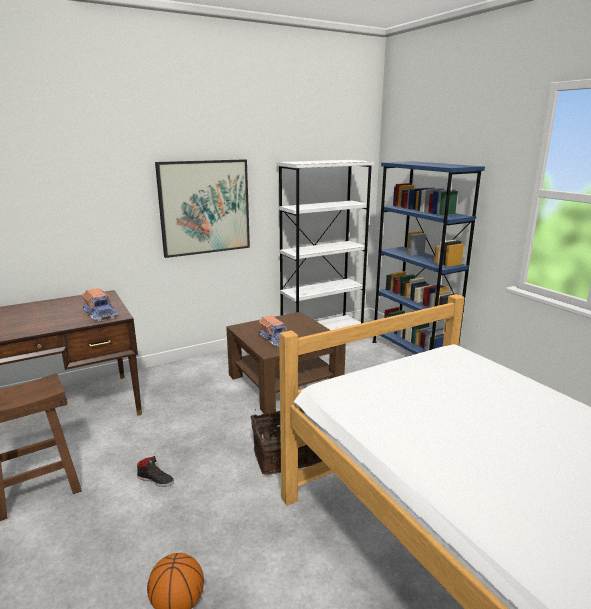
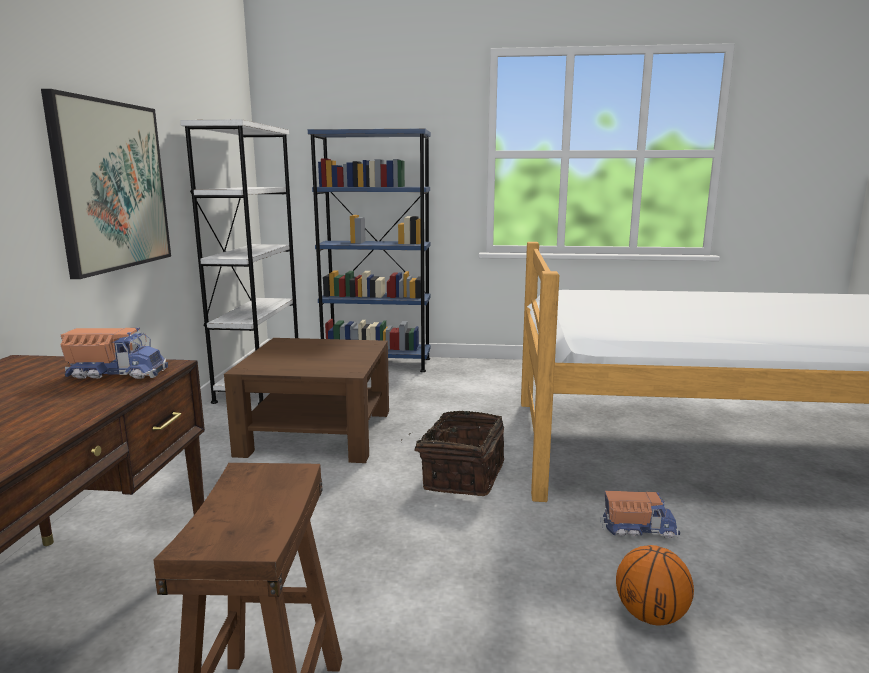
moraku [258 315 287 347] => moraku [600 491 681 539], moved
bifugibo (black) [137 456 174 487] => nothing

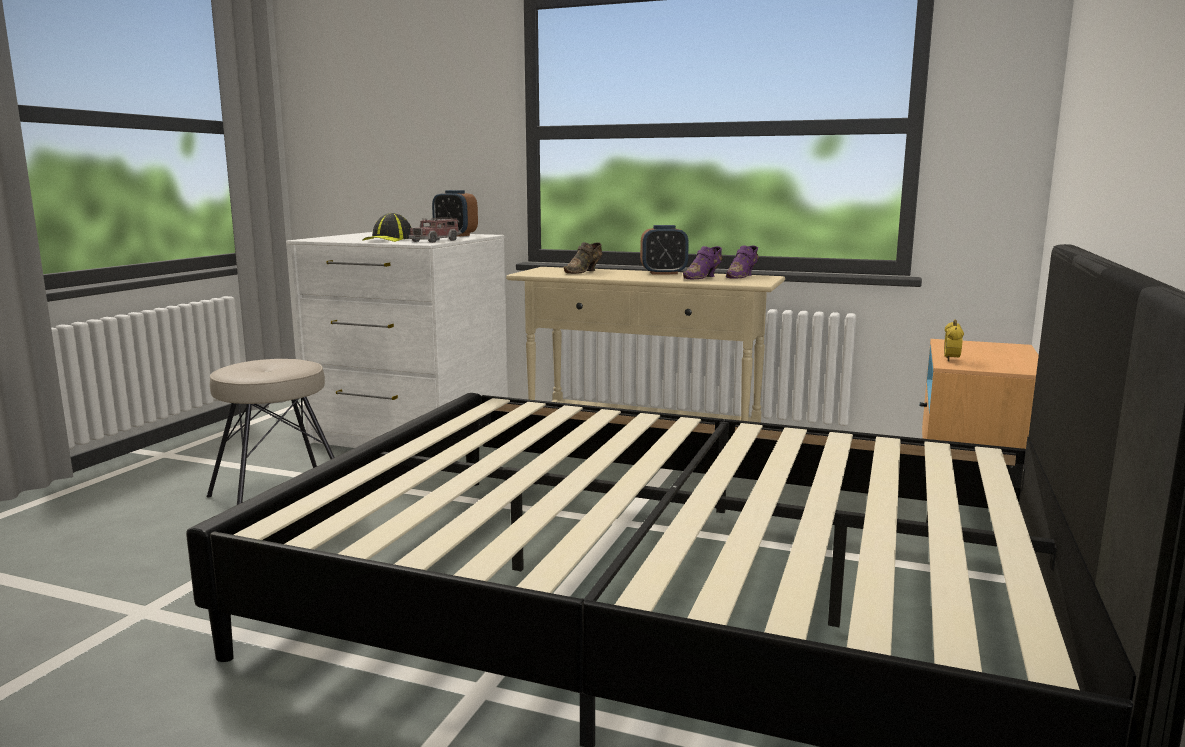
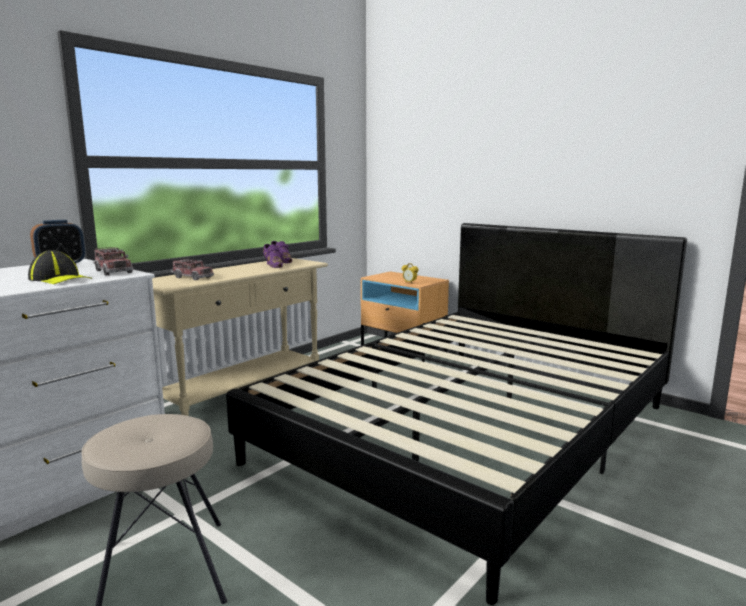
bifugibo (brown) [564 242 602 274] => moraku [171 258 214 280]
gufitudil [640 225 689 274] => nothing

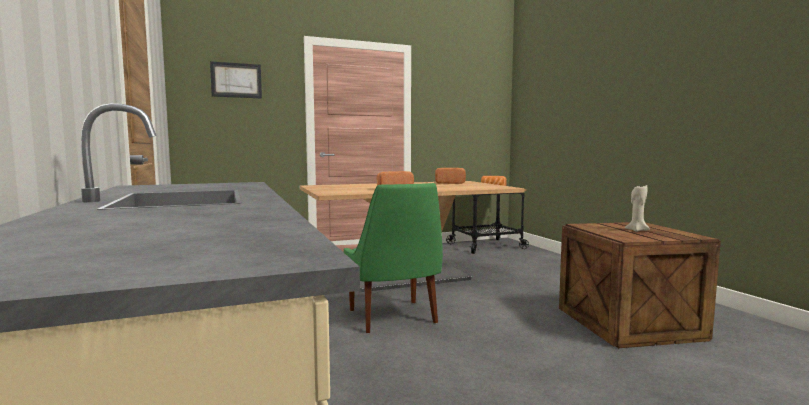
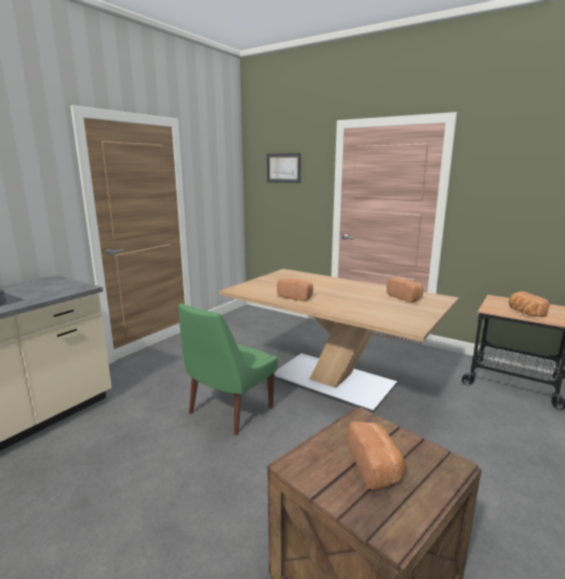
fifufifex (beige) [625 185 650 232] => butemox [347 422 405 490]

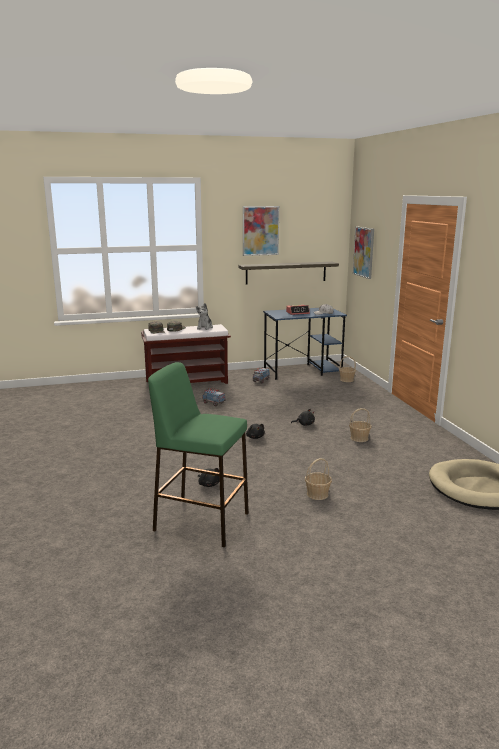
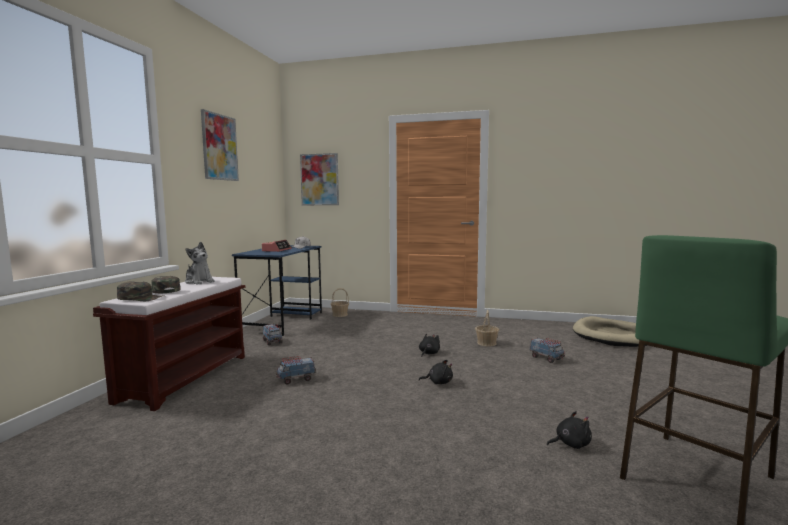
nothing => moraku [530 337 565 363]
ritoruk [239 262 339 284] => nothing
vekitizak [305 458 332 500] => nothing

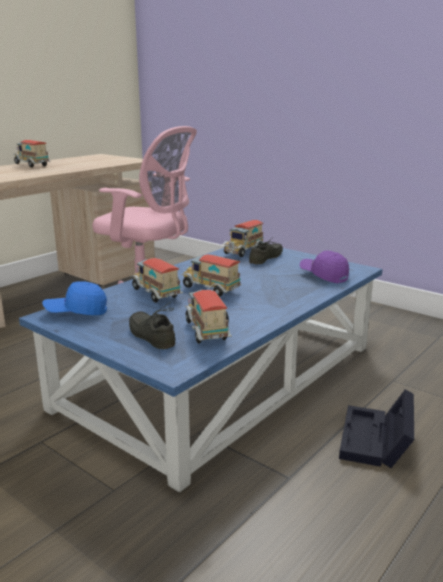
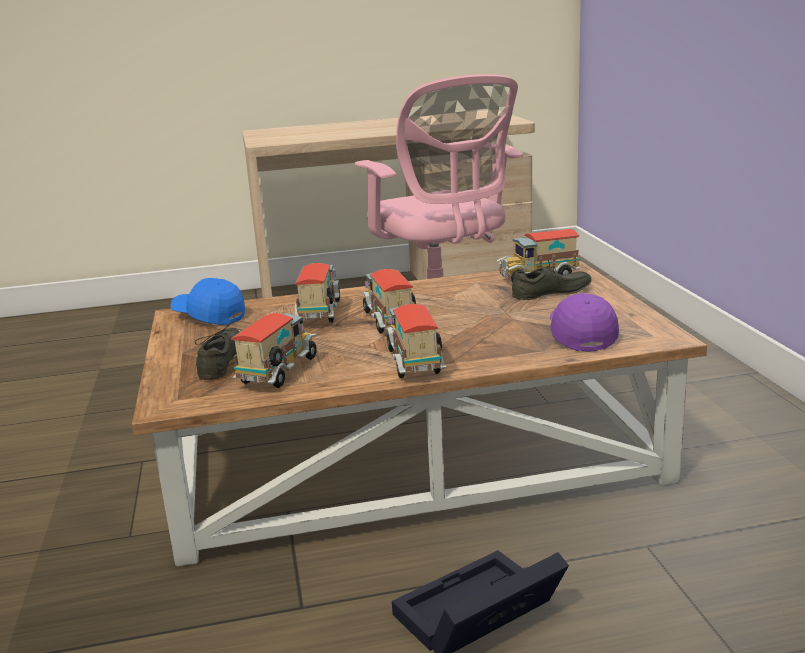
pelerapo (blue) [19 247 382 492] => pelerapo (brown) [132 261 707 567]
moraku [13 140 50 168] => moraku [385 304 446 379], moved

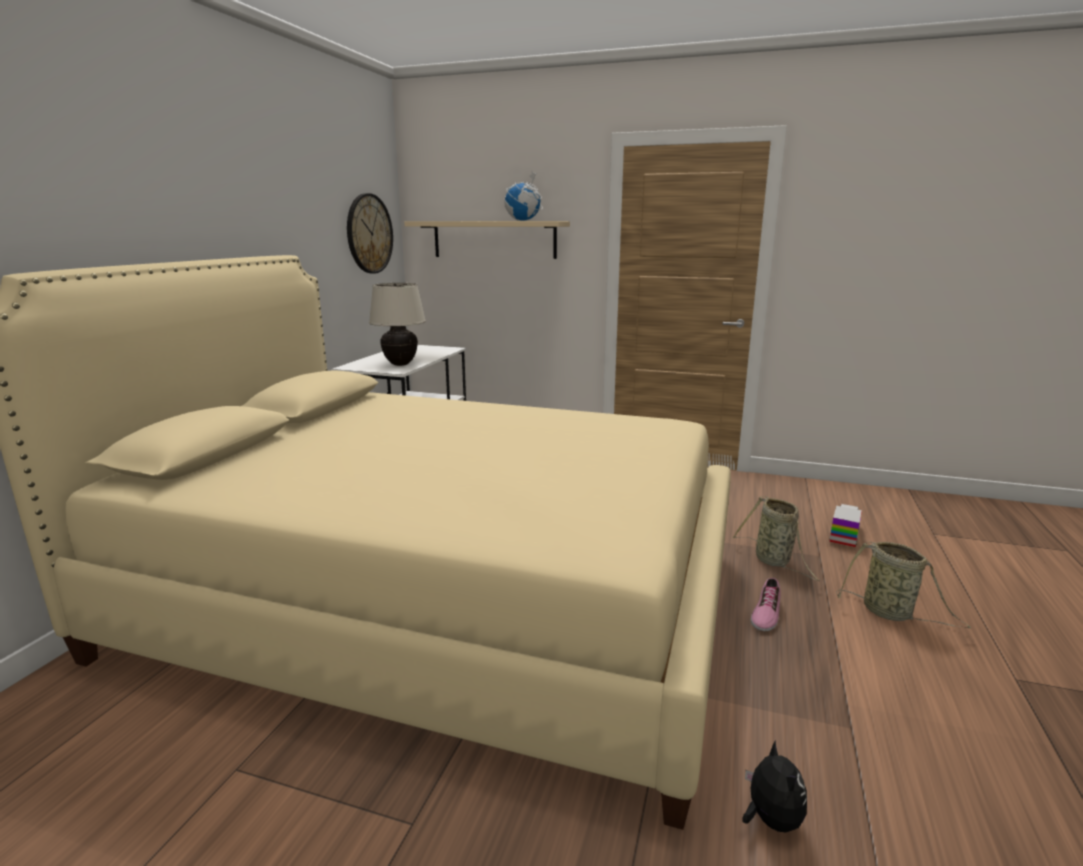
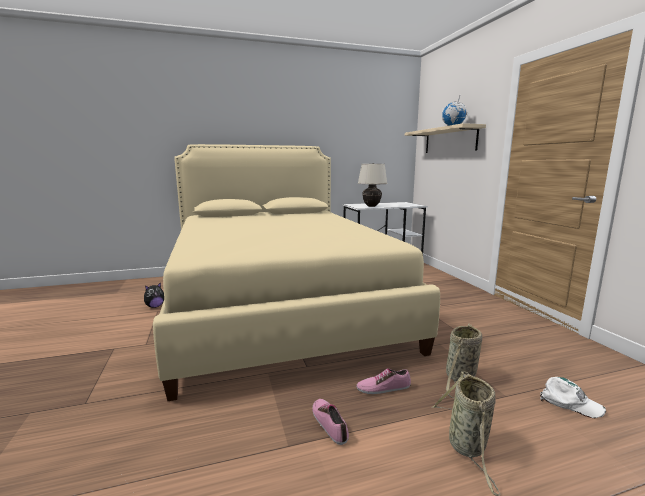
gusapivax [743 740 807 832] => gusapivax [144 282 164 308], moved
nothing => bifugibo [312 399 349 445]
moraku [829 504 862 547] => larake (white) [540 377 606 418]
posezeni [347 193 393 273] => nothing

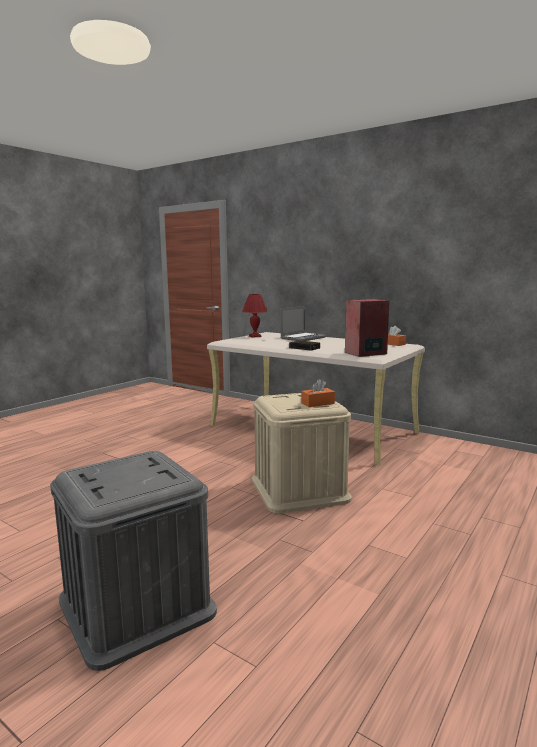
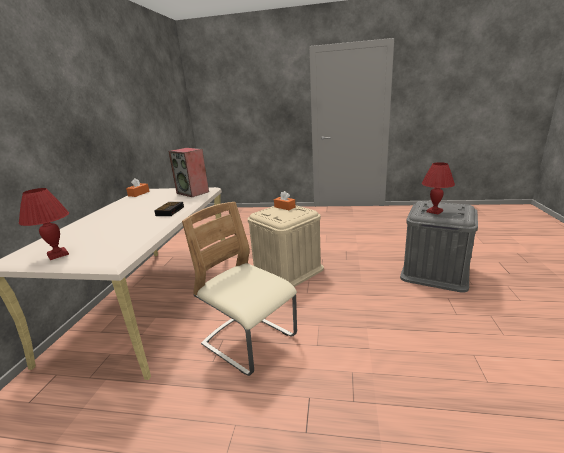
nothing => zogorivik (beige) [182 202 297 376]
nothing => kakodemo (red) [422 162 455 214]
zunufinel [280 306 326 341] => nothing

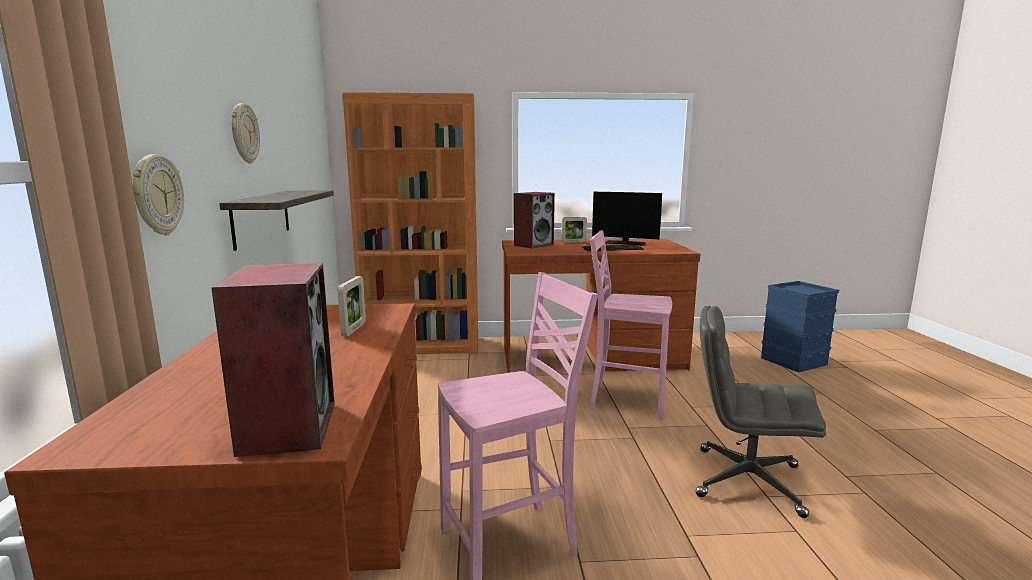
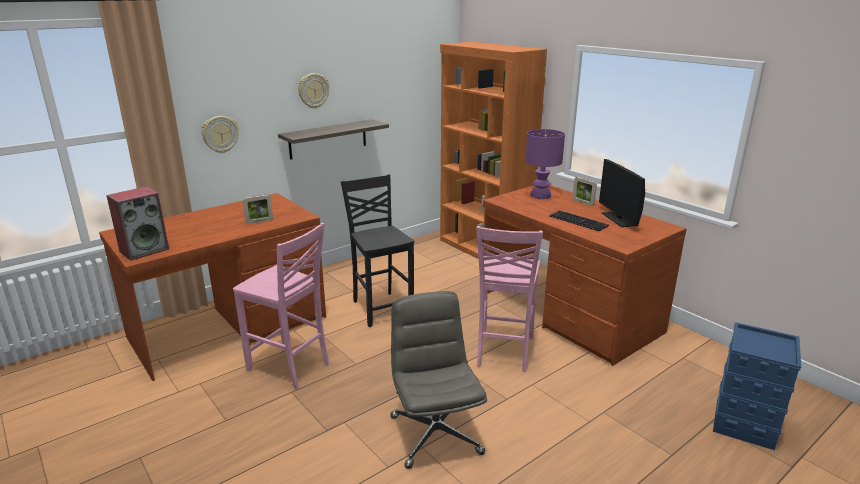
nothing => zogorivik (black) [341 174 415 327]
zogorivik (pink) [589 230 672 419] => zogorivik (pink) [476 226 543 372], 150 degrees counterclockwise
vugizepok [514 192 555 248] => kakodemo (purple) [525 129 565 199]

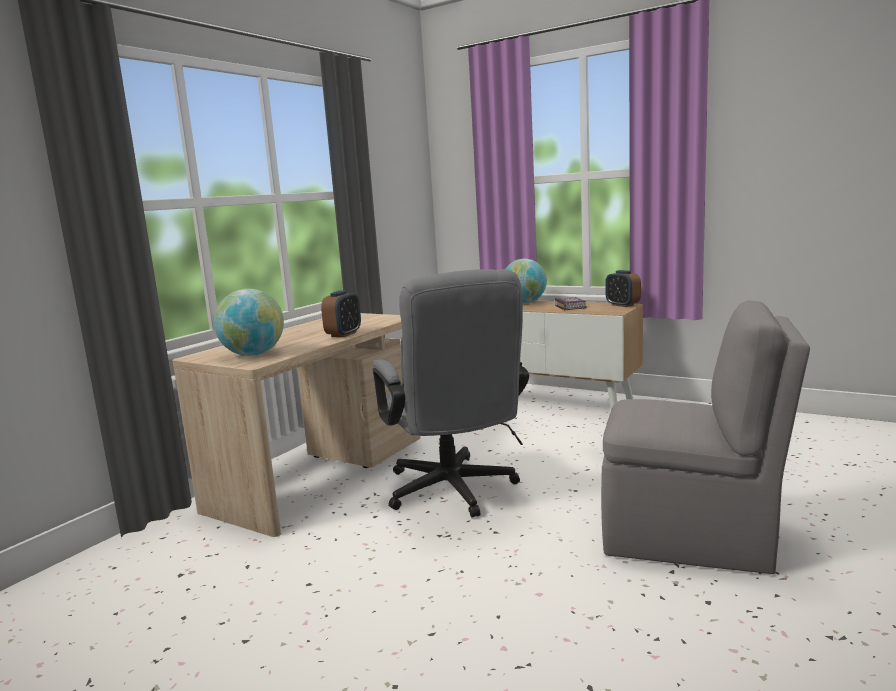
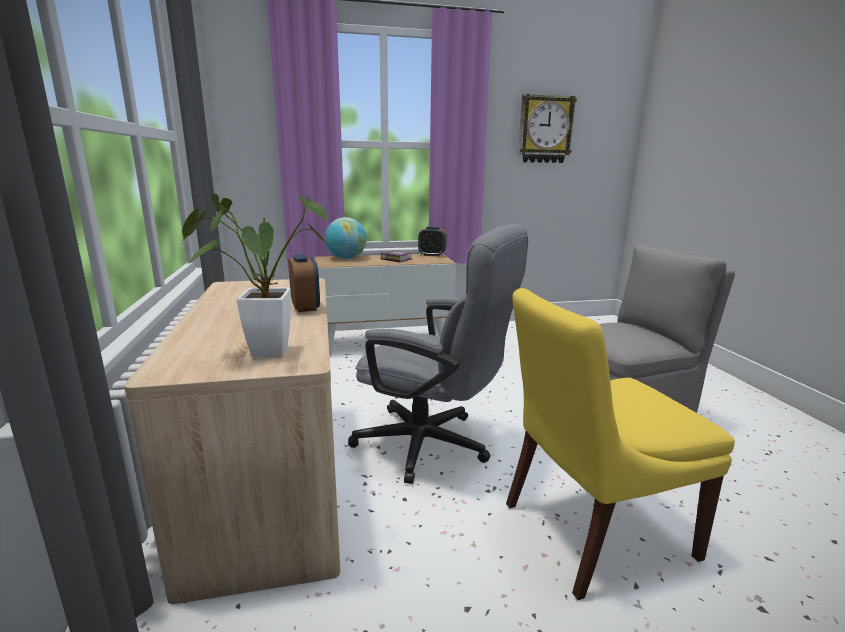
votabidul [214 289 284 356] => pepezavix [182 194 329 357]
nothing => zogorivik (yellow) [506 288 735 600]
nothing => posezeni [518 94 577 163]

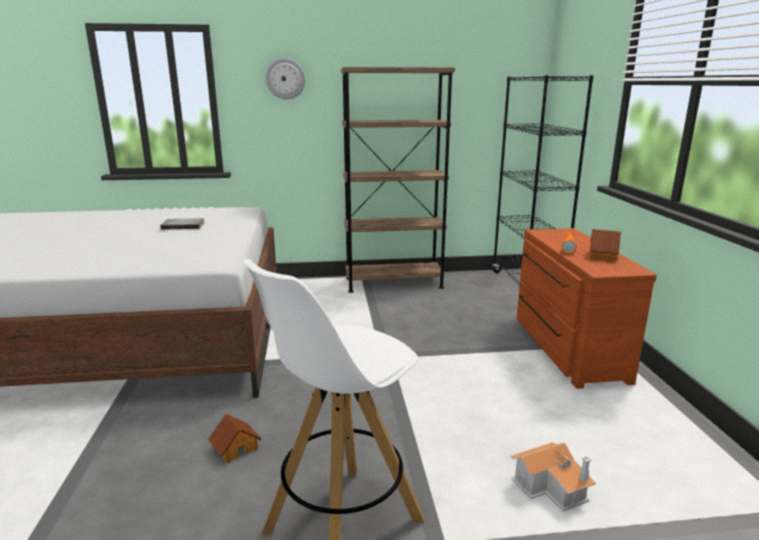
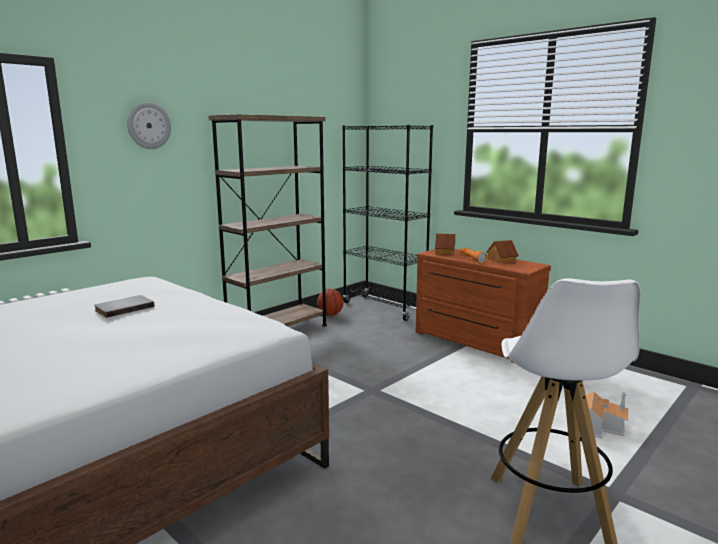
nothing => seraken [317 289 343 316]
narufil [208 413 261 463] => narufil [435 233 456 255], moved

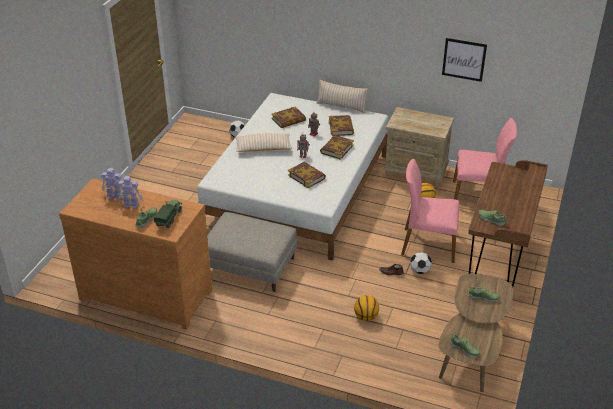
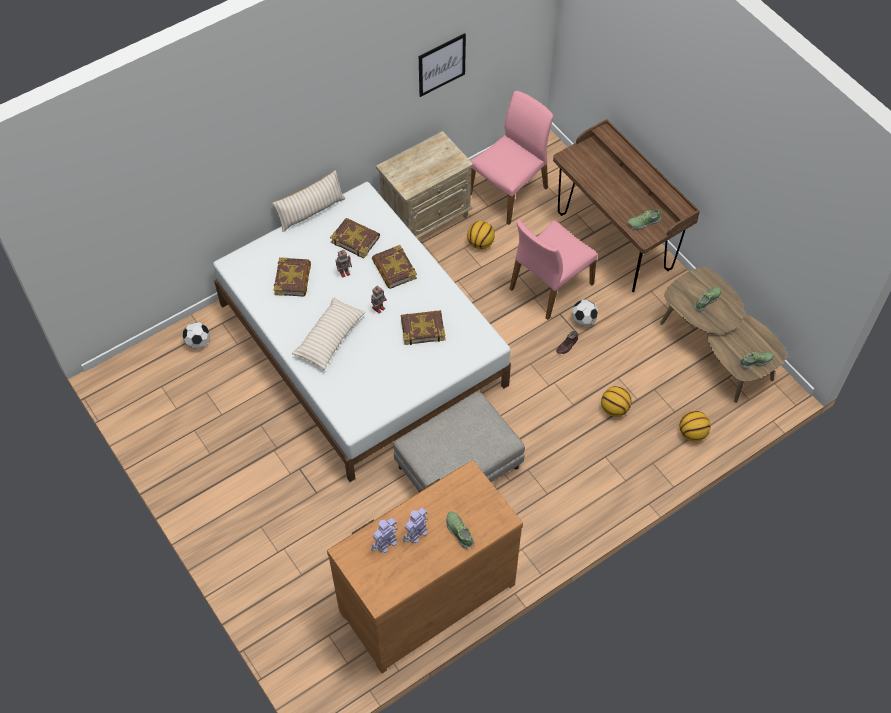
nothing => seraken [679 411 710 442]
moraku [154 200 182 228] => nothing

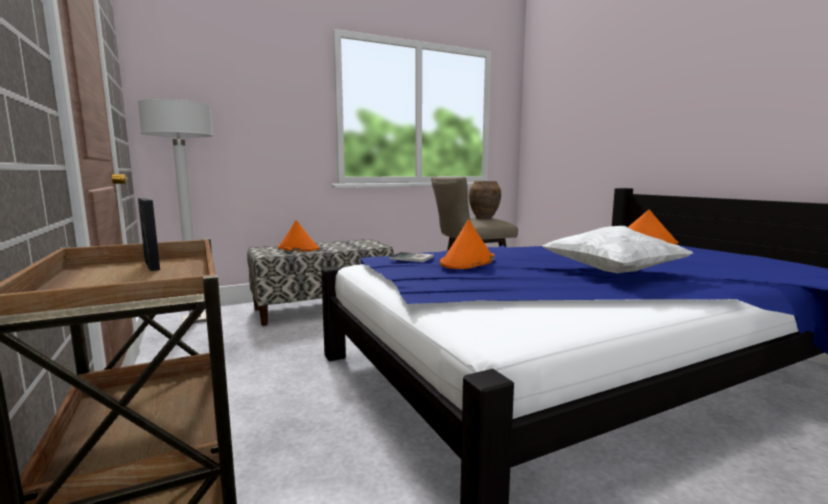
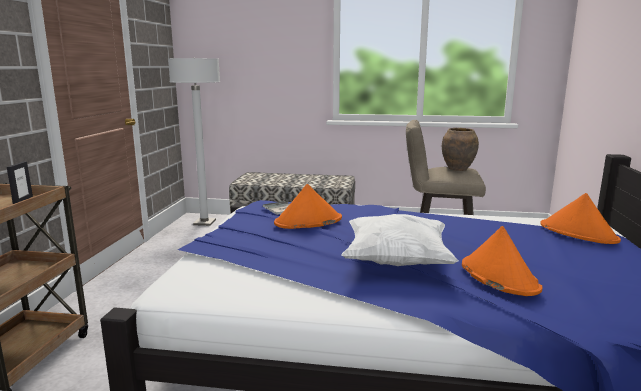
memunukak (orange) [278 220 320 251] => memunukak (orange) [462 226 542 296], moved

